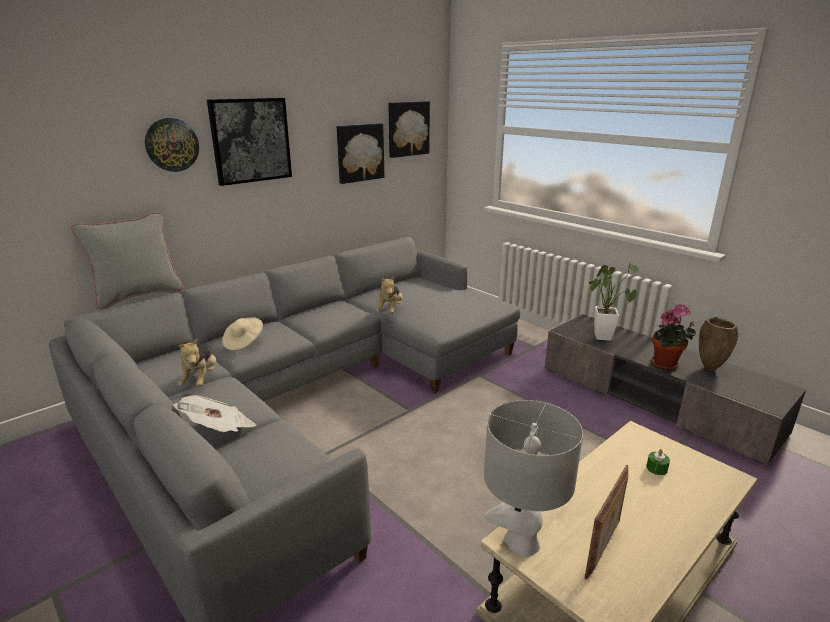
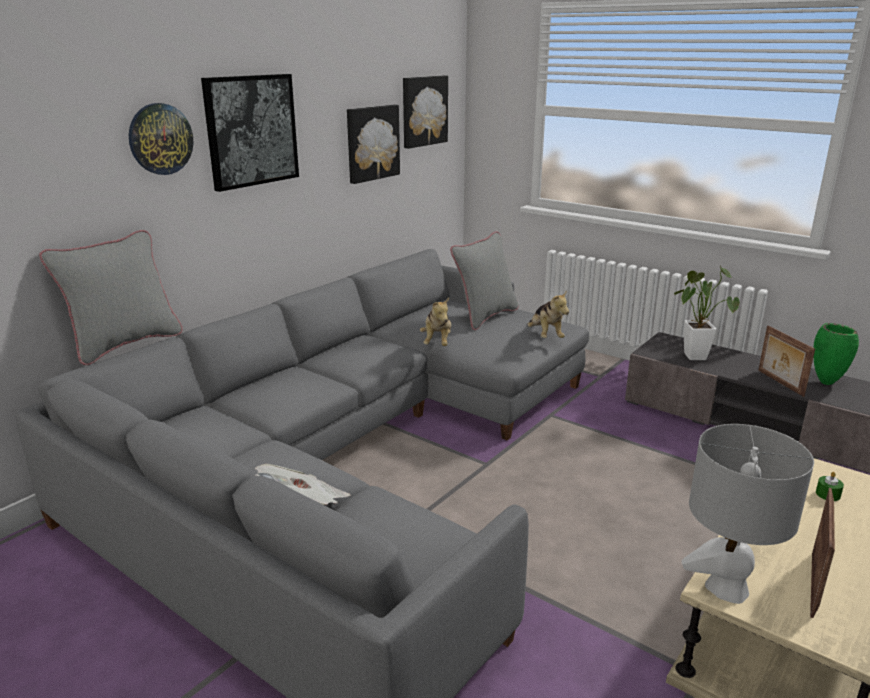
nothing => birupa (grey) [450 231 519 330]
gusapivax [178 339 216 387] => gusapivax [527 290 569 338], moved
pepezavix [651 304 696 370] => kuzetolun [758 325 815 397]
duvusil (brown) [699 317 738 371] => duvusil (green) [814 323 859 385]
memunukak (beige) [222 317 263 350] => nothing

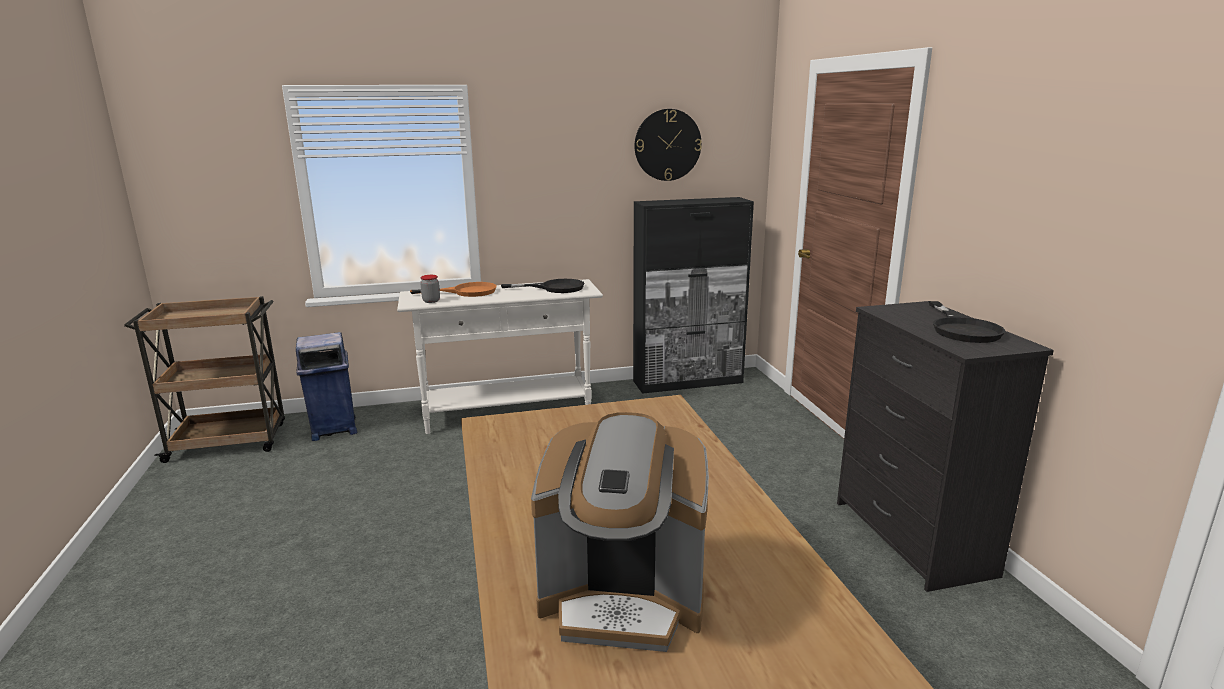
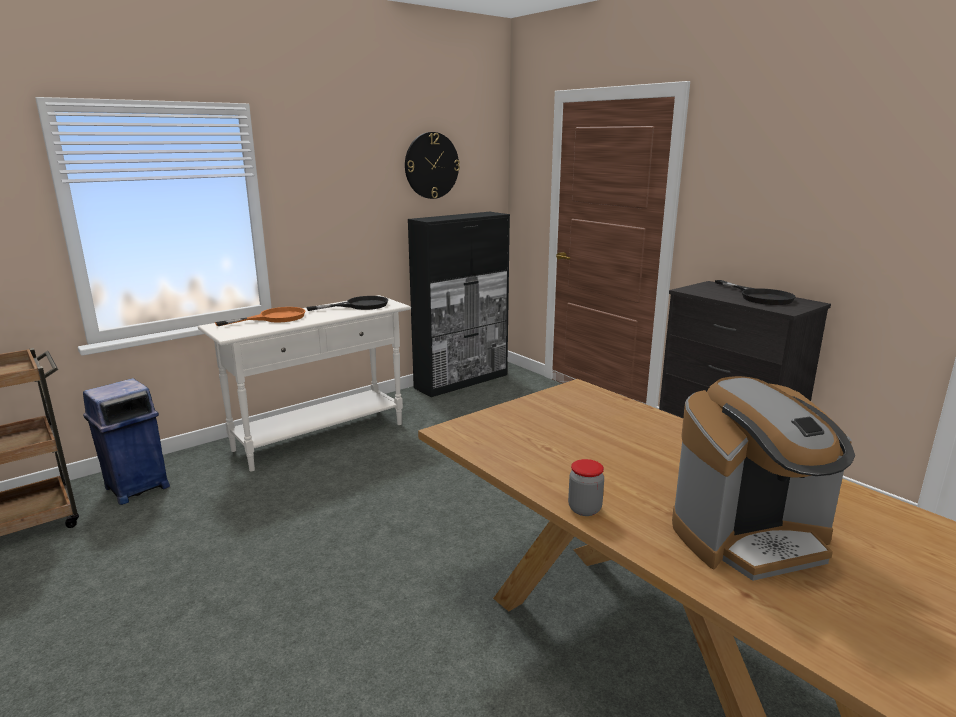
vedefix [420 275 440 303] => vedefix [568 459 604 516], moved

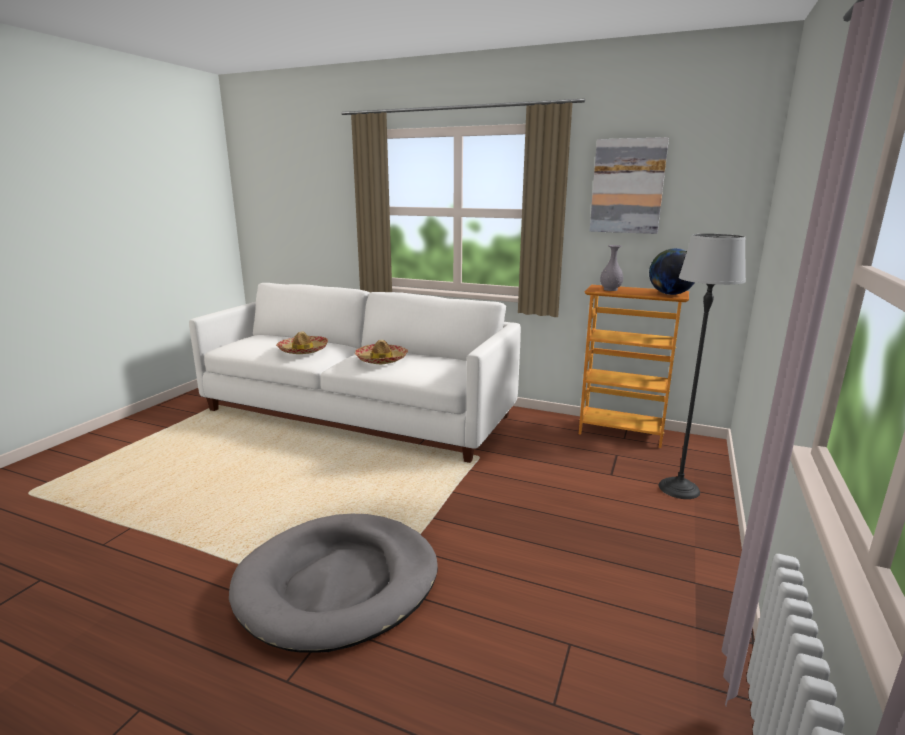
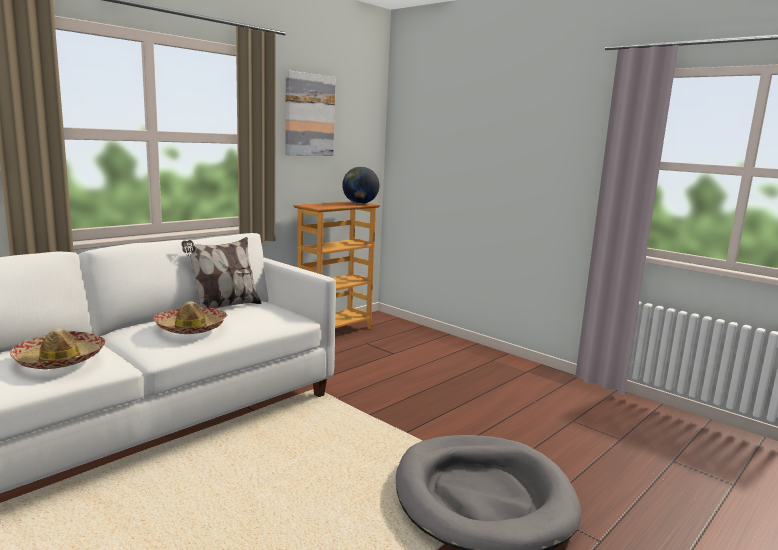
nothing => birupa [181 237 262 308]
duvusil (grey) [600 245 623 291] => nothing
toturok [659 234 746 499] => nothing

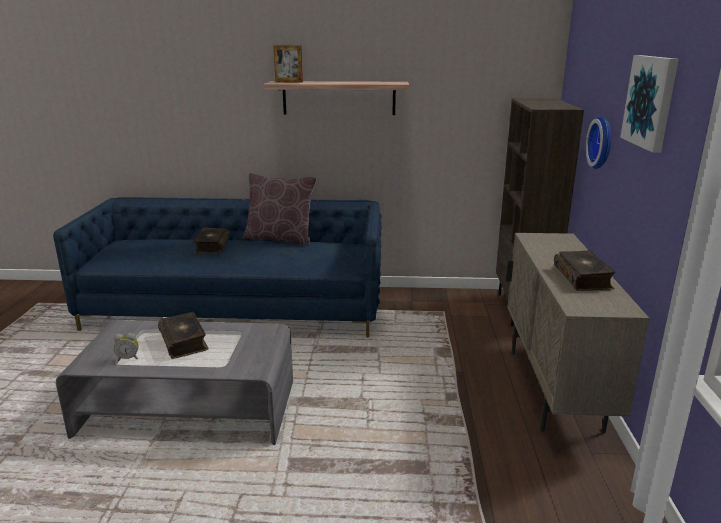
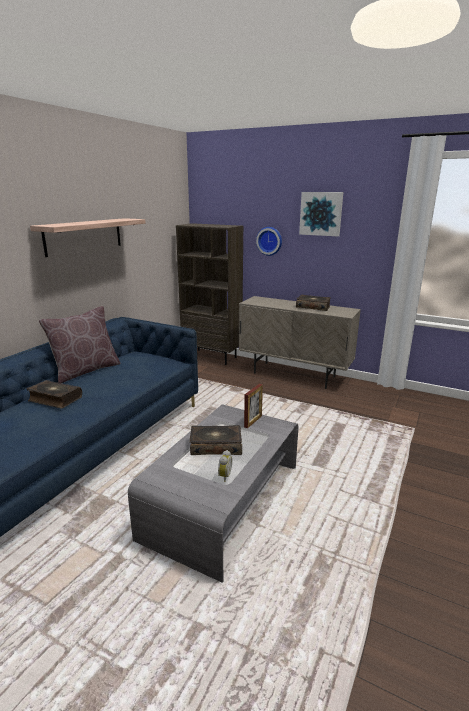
kuzetolun [274 45 303 83] => kuzetolun [244 384 263 428], moved

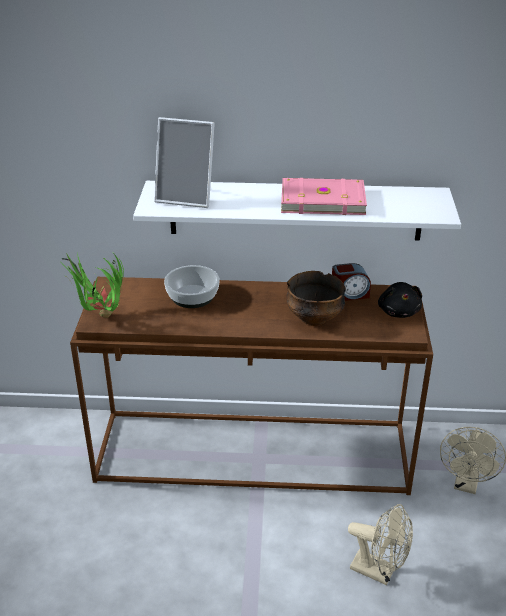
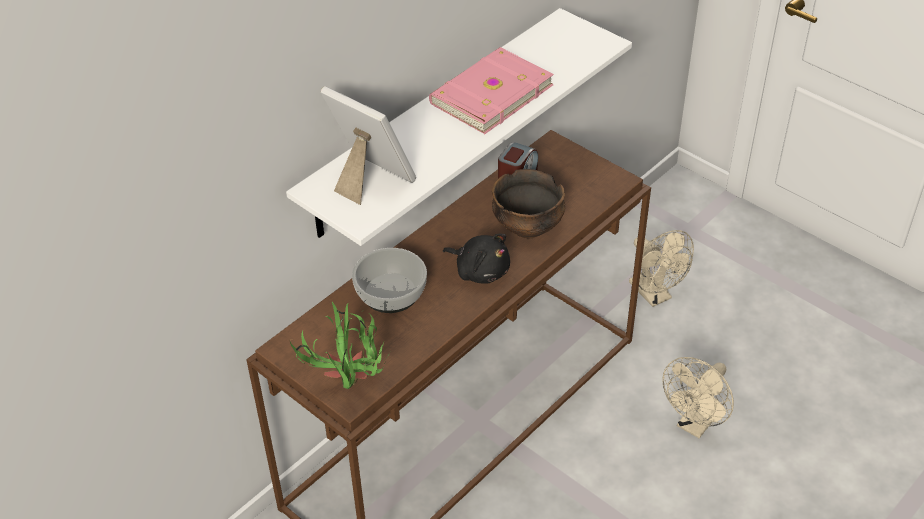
kuzetolun [154 117 215 208] => kuzetolun [320 86 416 205], 105 degrees counterclockwise
gusapivax (black) [378 282 422 318] => gusapivax (black) [443 233 510 284], moved
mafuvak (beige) [348 504 413 585] => mafuvak (beige) [662 357 734 438], 150 degrees clockwise

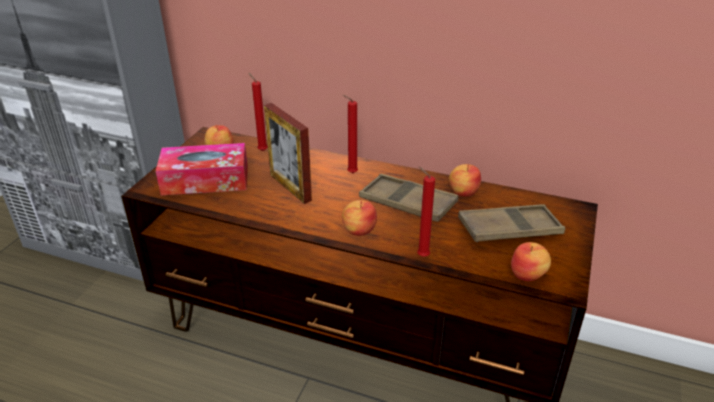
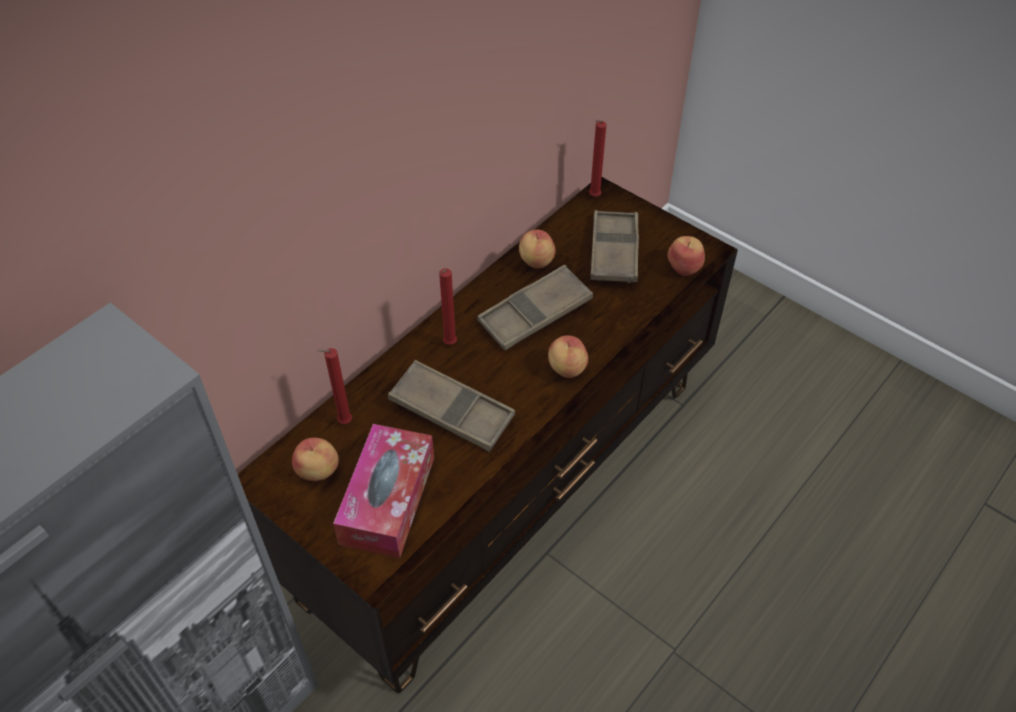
kuzetolun [264 103 312 204] => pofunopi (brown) [388 360 515 452]
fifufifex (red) [417 167 435 257] => fifufifex (red) [589 120 606 196], moved

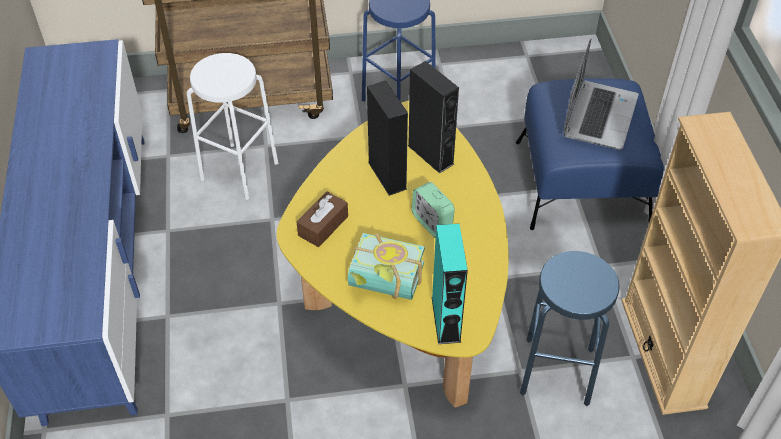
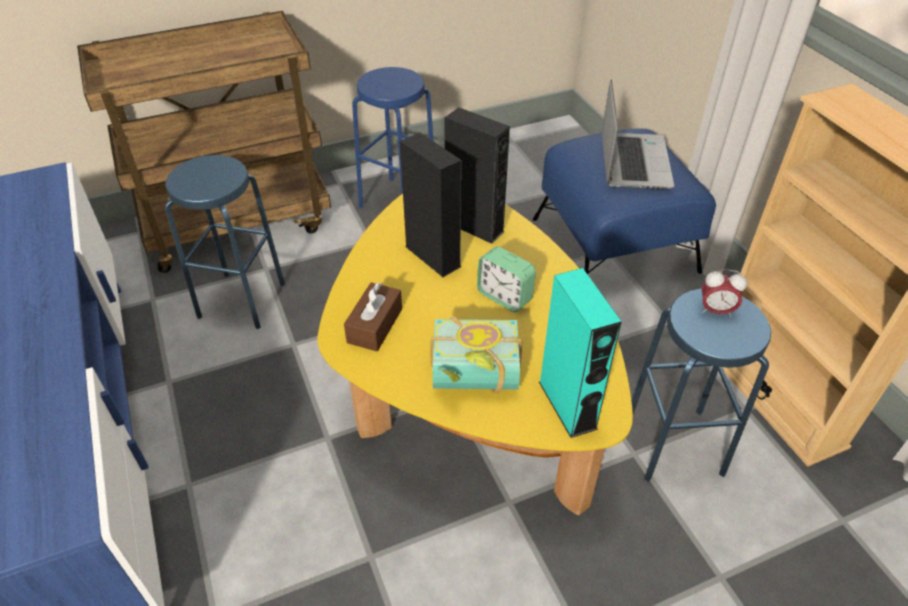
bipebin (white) [187 53 278 200] => bipebin (blue) [165 155 285 329]
nothing => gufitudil [702 269 747 317]

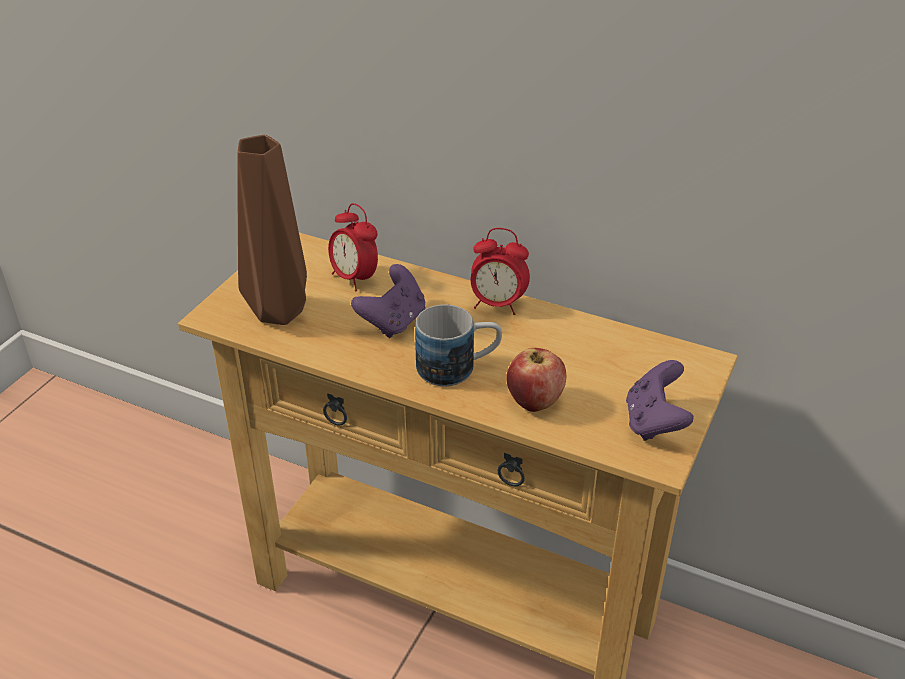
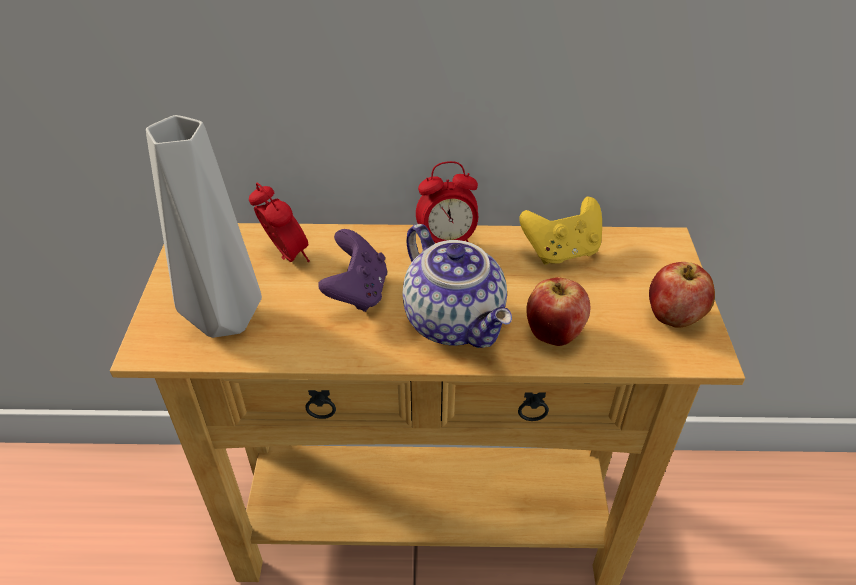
duvusil (brown) [237 135 307 325] => duvusil (grey) [146 115 262 338]
gufitudil [328 203 378 292] => gufitudil [249 183 310 262], 150 degrees counterclockwise
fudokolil [415 304 502 386] => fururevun [403 224 512 348]
nothing => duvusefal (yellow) [519 197 602 264]
duvusefal (purple) [626 360 694 441] => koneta [649 262 715 328]

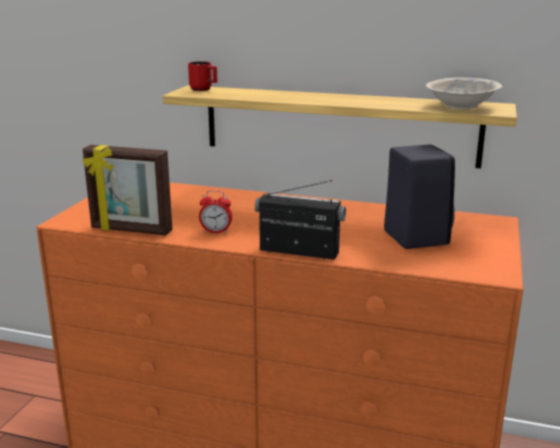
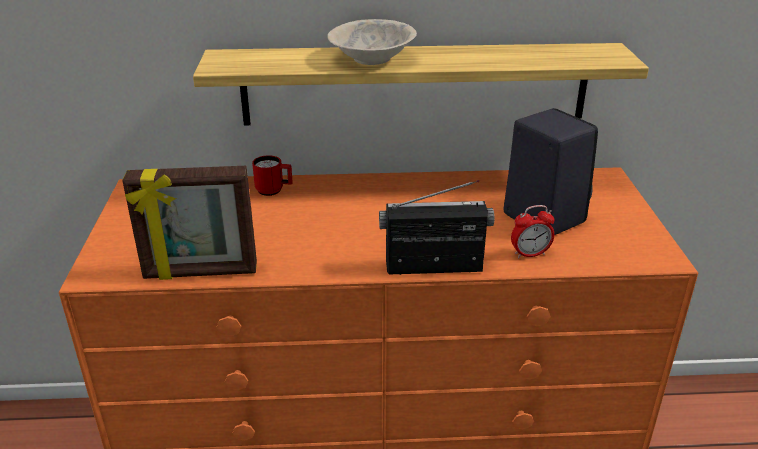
fudokolil (red) [188 61 217 91] => fudokolil (red) [252 155 293 196], moved
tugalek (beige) [426 78 502 110] => tugalek (beige) [327 19 417 65], moved
gufitudil [199 190 232 233] => gufitudil [511 205 555 258], moved

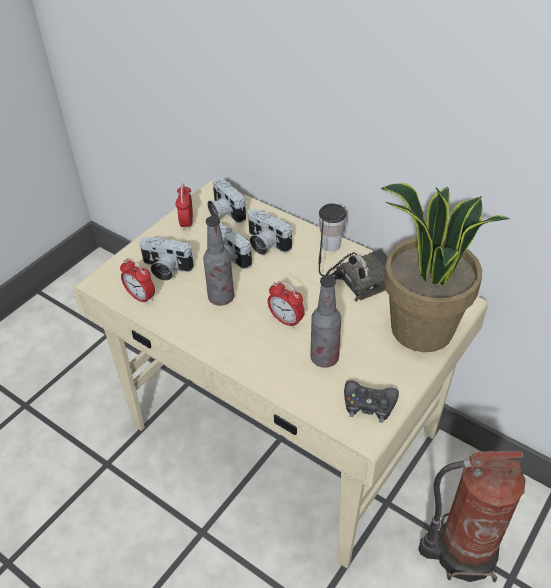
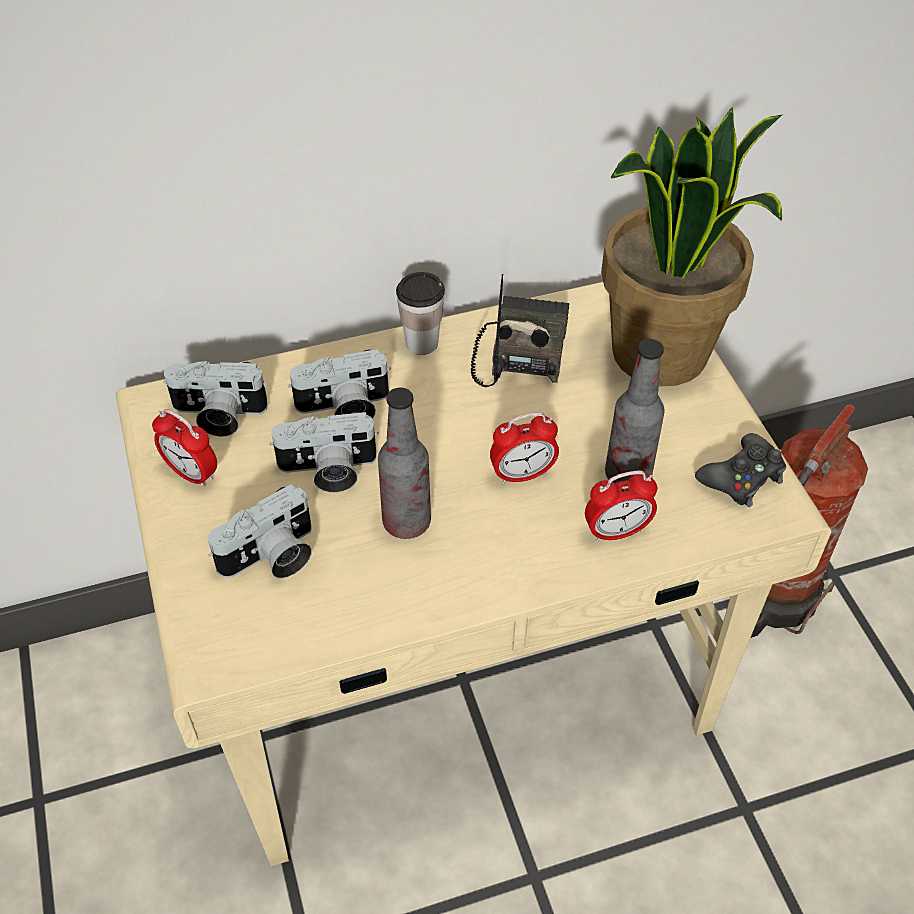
gufitudil [120 258 155 305] => gufitudil [585 471 657 543], moved

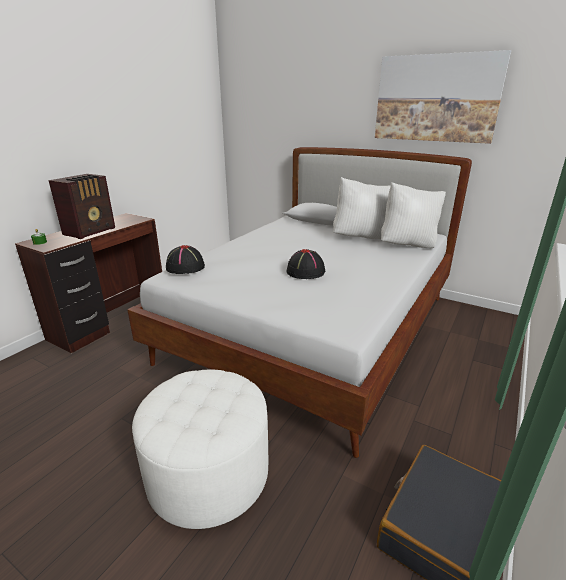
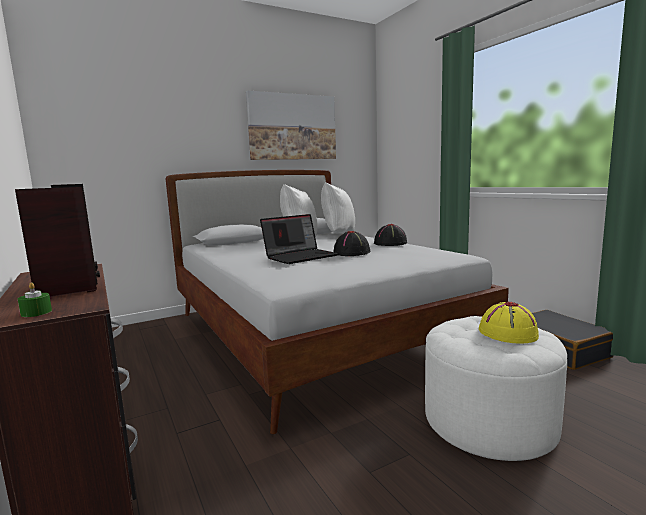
nothing => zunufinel [260 214 339 264]
memunukak (black) [166 245 205 274] => memunukak (black) [374 224 407 246], moved
nothing => memunukak (yellow) [479 302 539 343]

